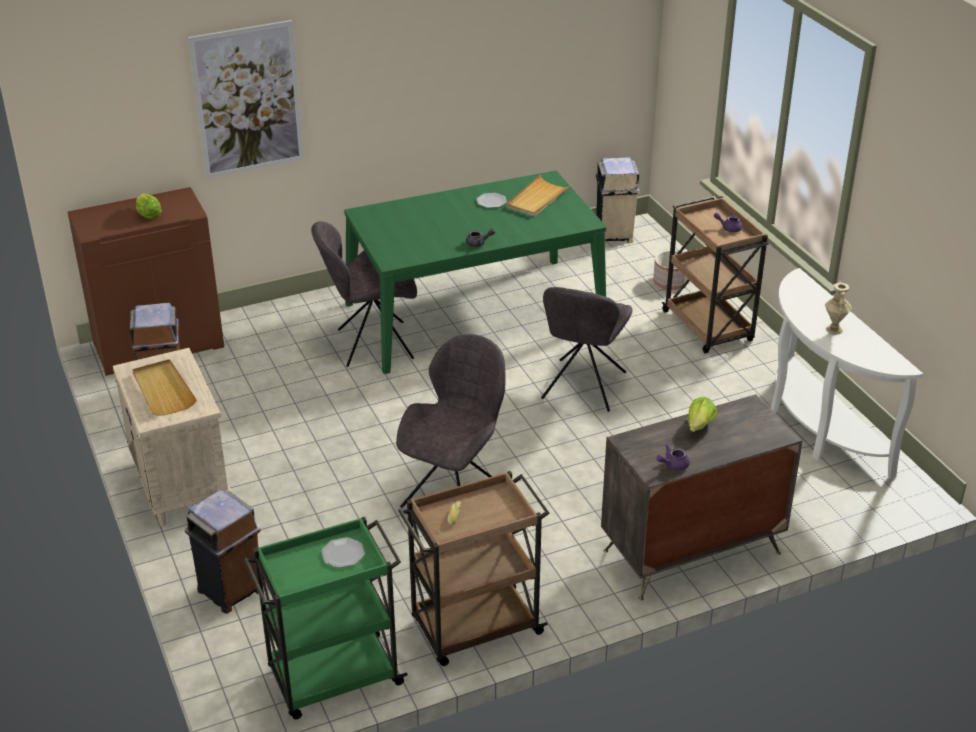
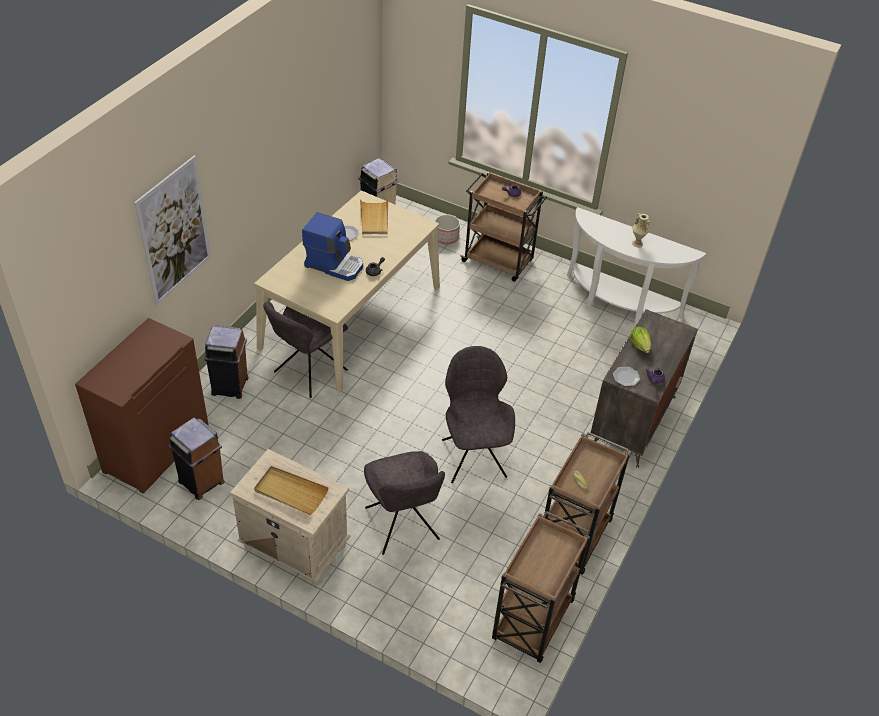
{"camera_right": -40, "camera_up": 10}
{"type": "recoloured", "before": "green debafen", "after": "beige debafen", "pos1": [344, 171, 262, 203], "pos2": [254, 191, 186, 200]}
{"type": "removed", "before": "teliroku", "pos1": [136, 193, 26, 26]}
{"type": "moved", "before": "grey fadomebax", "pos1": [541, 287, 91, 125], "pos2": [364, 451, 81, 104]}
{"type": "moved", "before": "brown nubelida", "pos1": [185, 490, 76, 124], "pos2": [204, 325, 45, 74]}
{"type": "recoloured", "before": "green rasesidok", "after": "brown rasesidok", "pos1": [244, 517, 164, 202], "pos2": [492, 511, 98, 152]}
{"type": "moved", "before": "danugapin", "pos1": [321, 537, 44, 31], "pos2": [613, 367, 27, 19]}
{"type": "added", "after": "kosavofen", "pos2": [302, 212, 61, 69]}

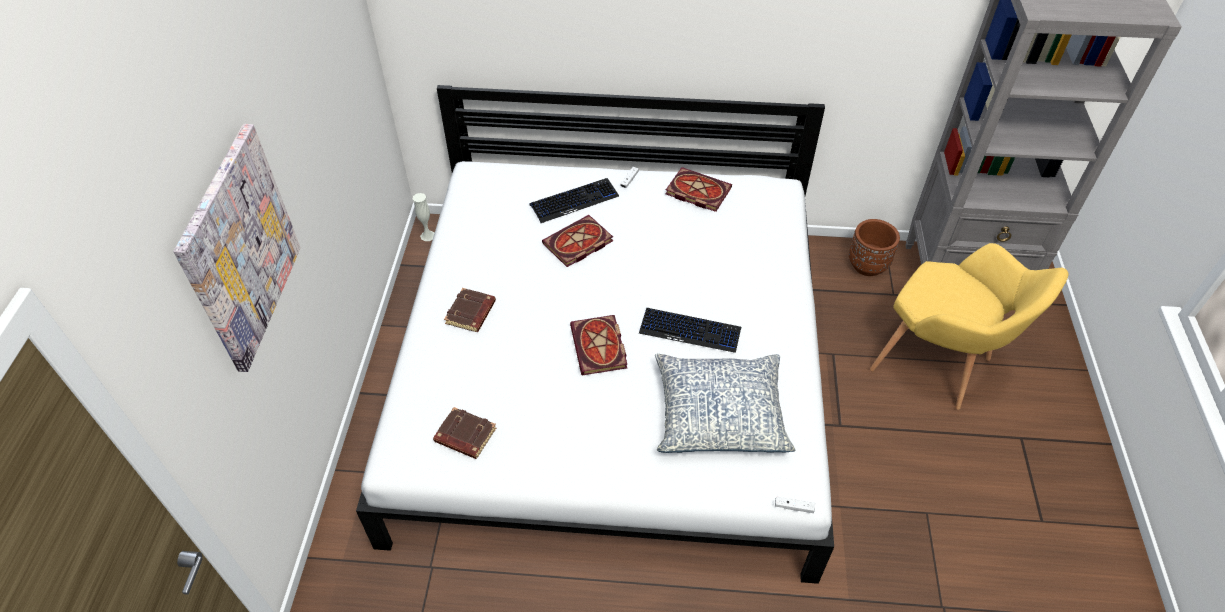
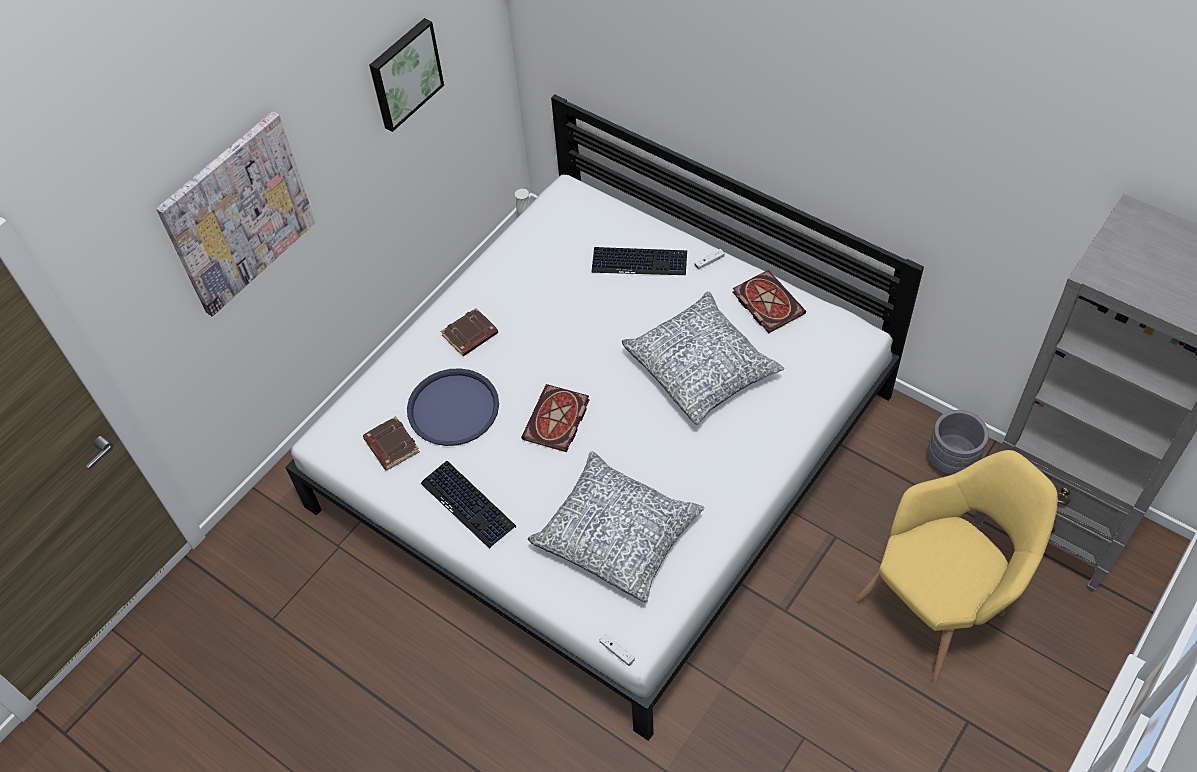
{"camera_right": 35, "camera_up": 5}
{"type": "removed", "before": "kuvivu", "pos1": [542, 215, 71, 52]}
{"type": "recoloured", "before": "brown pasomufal", "after": "grey pasomufal", "pos1": [849, 219, 51, 57], "pos2": [928, 410, 61, 65]}
{"type": "turned", "before": "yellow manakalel", "pos1": [870, 243, 199, 167], "pos2": [855, 450, 203, 234], "turn": -105}
{"type": "moved", "before": "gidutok", "pos1": [639, 308, 102, 45], "pos2": [420, 461, 96, 88]}
{"type": "added", "after": "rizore", "pos2": [369, 18, 75, 114]}
{"type": "added", "after": "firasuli", "pos2": [622, 291, 162, 134]}
{"type": "added", "after": "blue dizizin", "pos2": [407, 368, 92, 78]}

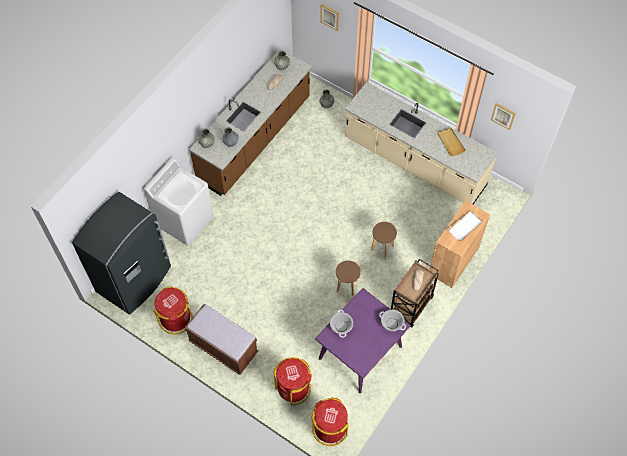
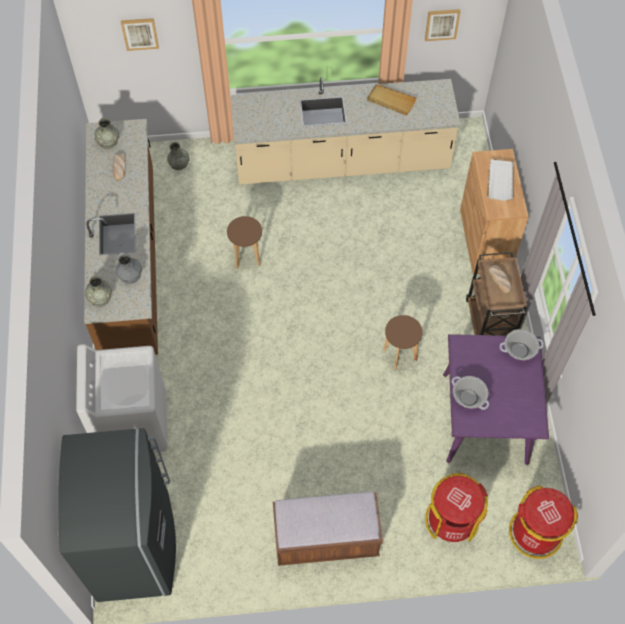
{"camera_right": -40, "camera_up": 0}
{"type": "moved", "before": "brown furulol", "pos1": [371, 222, 26, 36], "pos2": [227, 216, 35, 53]}
{"type": "removed", "before": "red nubelida", "pos1": [154, 286, 39, 49]}

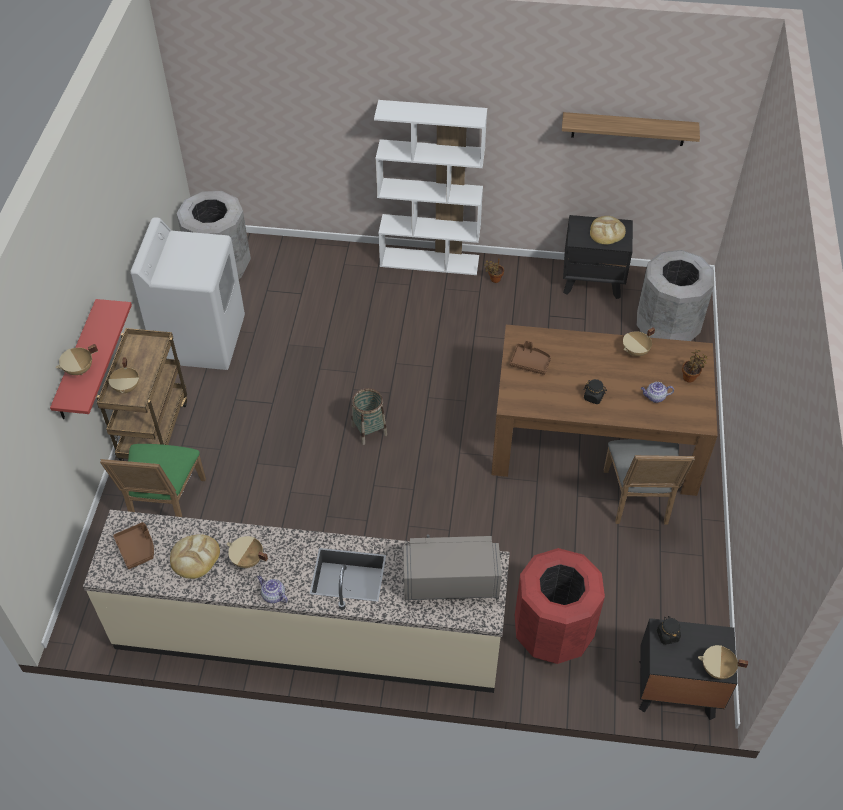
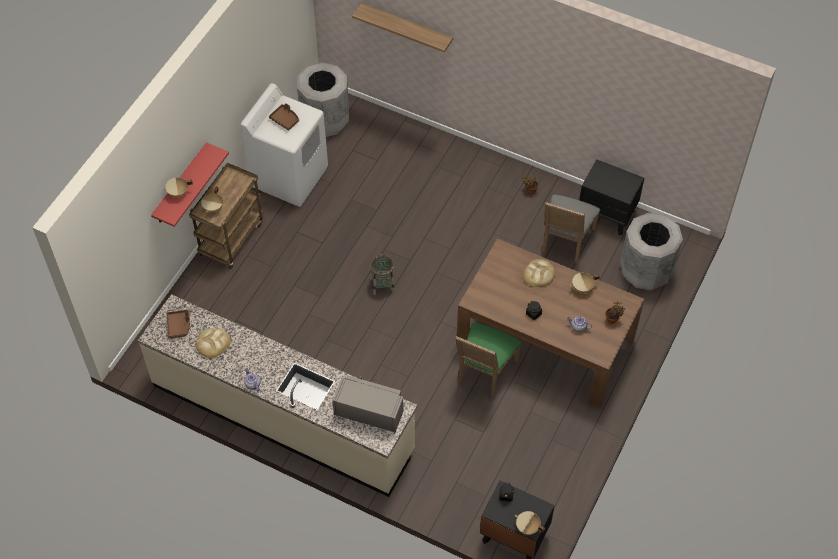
{"camera_right": 20, "camera_up": 5}
{"type": "removed", "before": "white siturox", "pos1": [374, 100, 113, 175]}
{"type": "moved", "before": "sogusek", "pos1": [562, 112, 138, 34], "pos2": [352, 3, 101, 49]}
{"type": "moved", "before": "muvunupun", "pos1": [590, 216, 36, 28], "pos2": [523, 259, 32, 28]}
{"type": "moved", "before": "brown dizizin", "pos1": [510, 340, 41, 35], "pos2": [269, 103, 30, 28]}
{"type": "moved", "before": "grey fadomebax", "pos1": [604, 439, 91, 86], "pos2": [542, 195, 58, 68]}
{"type": "moved", "before": "green fadomebax", "pos1": [100, 444, 106, 73], "pos2": [455, 322, 66, 75]}
{"type": "removed", "before": "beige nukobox", "pos1": [227, 536, 41, 32]}
{"type": "removed", "before": "red nubelida", "pos1": [515, 548, 90, 116]}

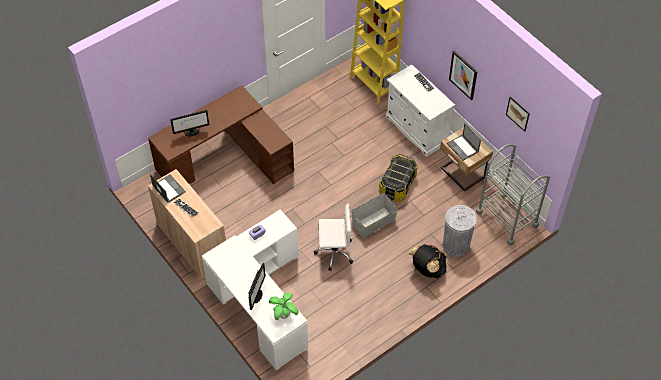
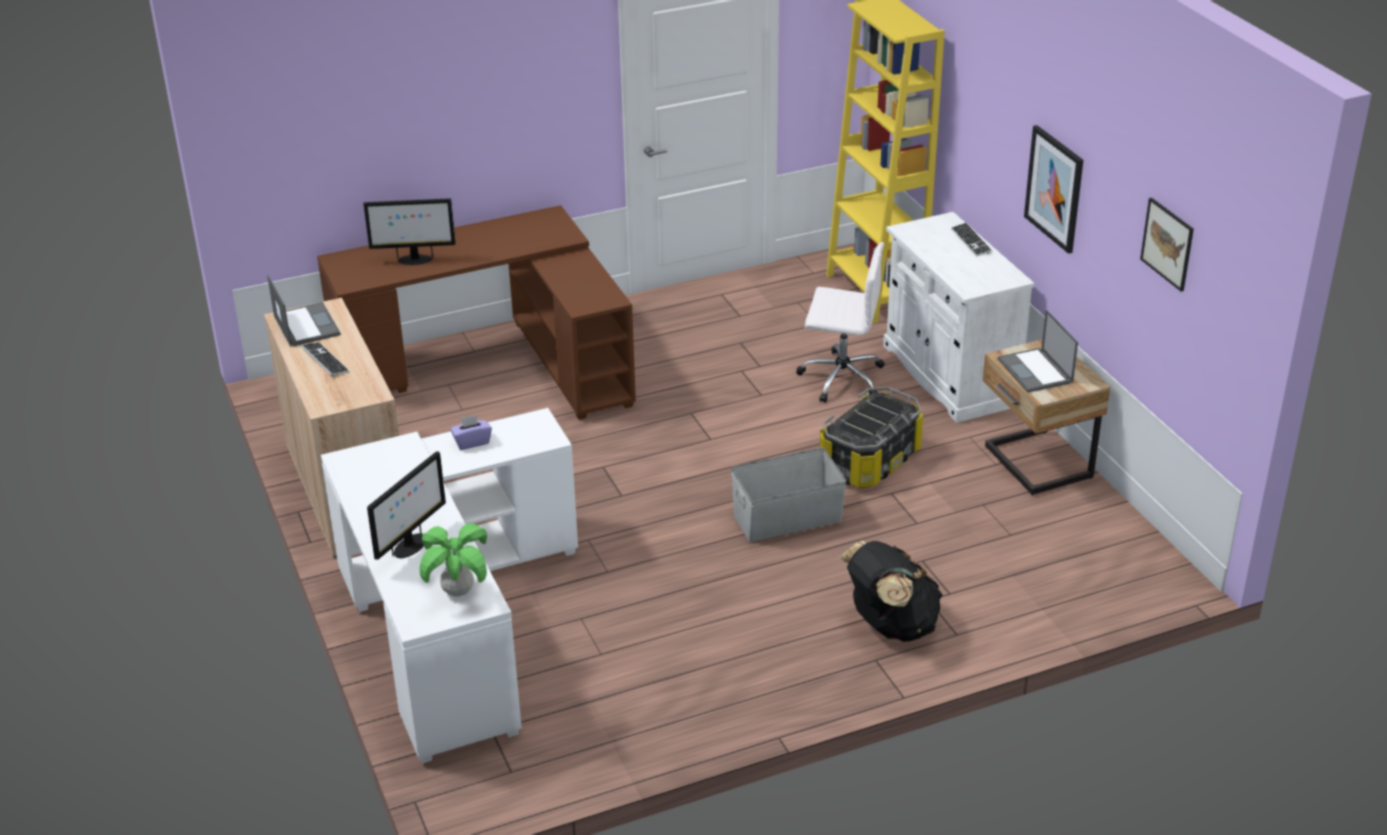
{"camera_right": 15, "camera_up": -20}
{"type": "removed", "before": "grey rasesidok", "pos1": [476, 144, 74, 101]}
{"type": "moved", "before": "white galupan", "pos1": [314, 203, 39, 68], "pos2": [796, 242, 88, 161]}
{"type": "removed", "before": "grey nubelida", "pos1": [443, 205, 34, 52]}

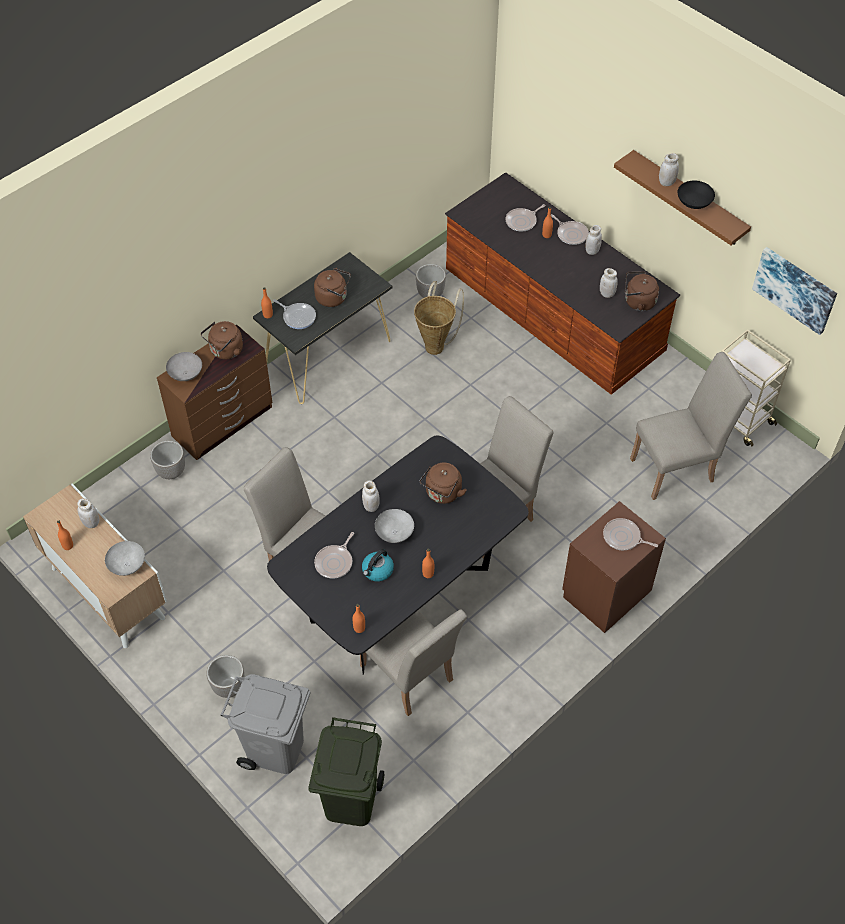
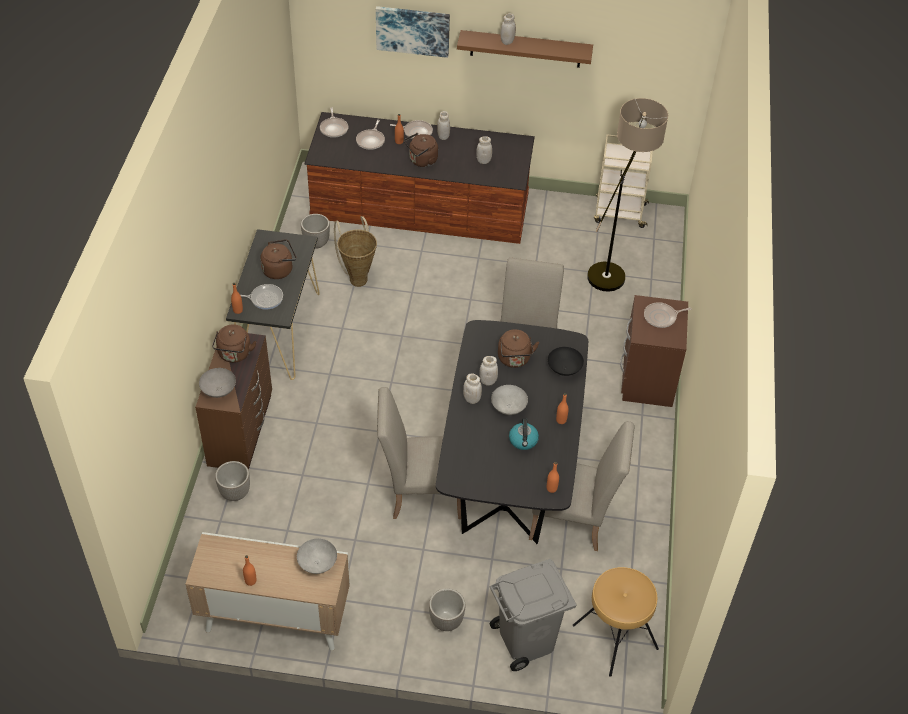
{"camera_right": -40, "camera_up": -5}
{"type": "moved", "before": "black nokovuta", "pos1": [678, 181, 37, 28], "pos2": [548, 347, 36, 29]}
{"type": "moved", "before": "rizore", "pos1": [752, 247, 85, 88], "pos2": [376, 6, 74, 52]}
{"type": "moved", "before": "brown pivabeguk", "pos1": [625, 271, 34, 40], "pos2": [404, 133, 34, 34]}
{"type": "replaced", "before": "beige fadomebax", "after": "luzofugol", "pos1": [630, 352, 122, 148], "pos2": [587, 98, 81, 194]}
{"type": "moved", "before": "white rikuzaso", "pos1": [77, 498, 22, 30], "pos2": [480, 356, 18, 29]}
{"type": "moved", "before": "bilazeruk", "pos1": [314, 532, 40, 47], "pos2": [320, 107, 28, 31]}
{"type": "replaced", "before": "green nubelida", "after": "brown furulol", "pos1": [308, 717, 76, 109], "pos2": [573, 567, 86, 110]}

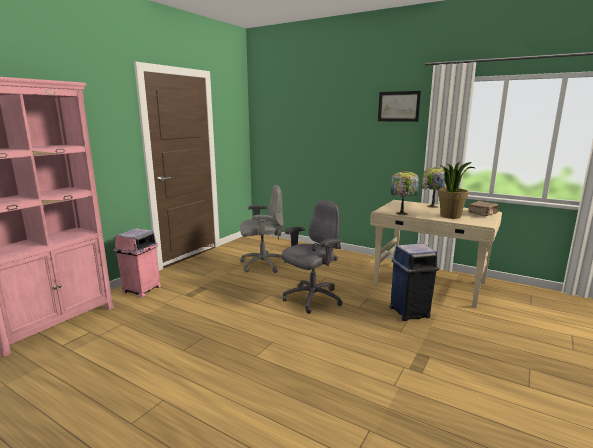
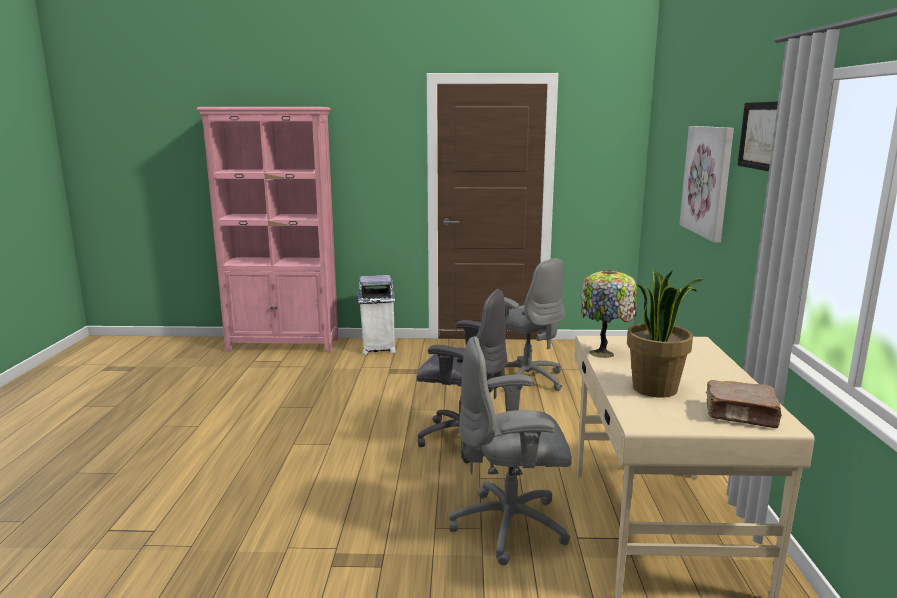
{"camera_right": 60, "camera_up": 0}
{"type": "removed", "before": "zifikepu", "pos1": [421, 167, 26, 41]}
{"type": "recoloured", "before": "pink nubelida", "after": "white nubelida", "pos1": [114, 228, 47, 69], "pos2": [358, 275, 38, 80]}
{"type": "replaced", "before": "blue nubelida", "after": "grey galupan", "pos1": [390, 244, 49, 77], "pos2": [449, 336, 123, 230]}
{"type": "added", "after": "rizore", "pos2": [679, 126, 55, 117]}

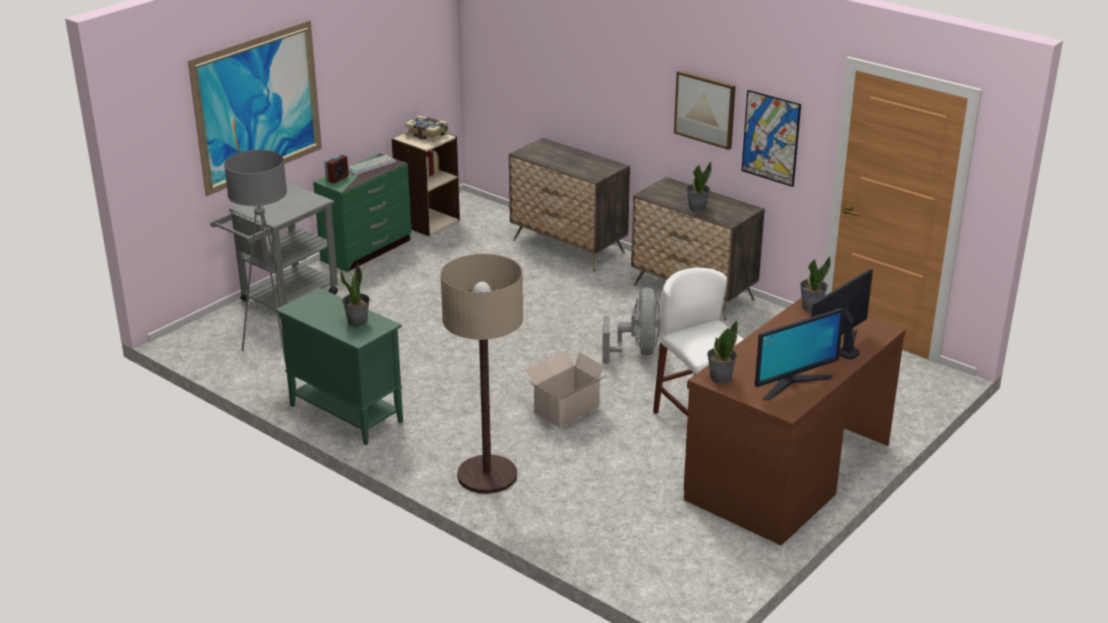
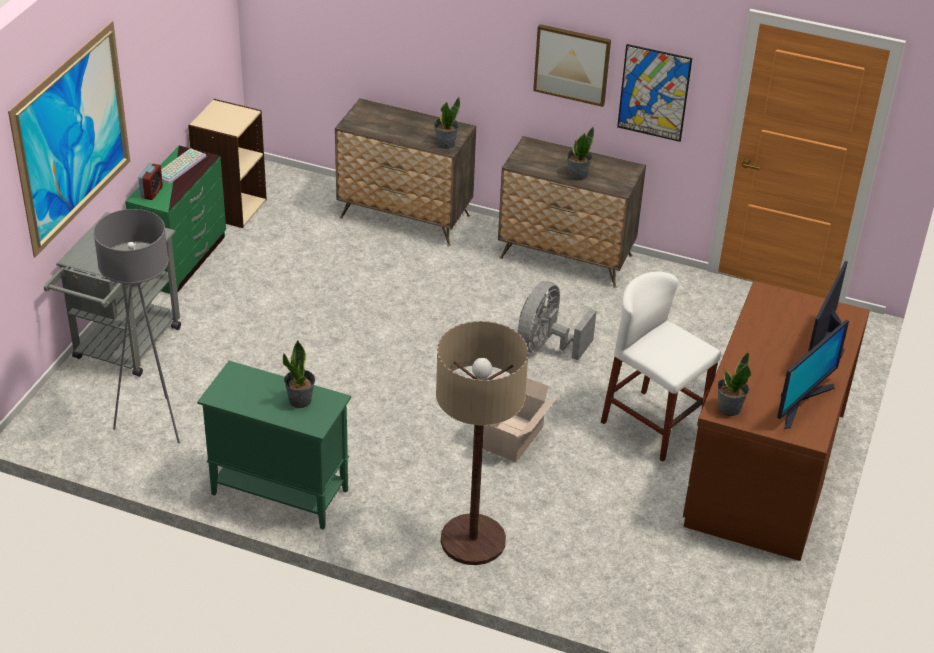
{"camera_right": -20, "camera_up": 10}
{"type": "removed", "before": "kuvivu", "pos1": [405, 116, 44, 26]}
{"type": "moved", "before": "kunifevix", "pos1": [800, 256, 31, 56], "pos2": [434, 97, 26, 52]}
{"type": "turned", "before": "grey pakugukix", "pos1": [602, 288, 59, 76], "pos2": [517, 281, 79, 79], "turn": -135}

